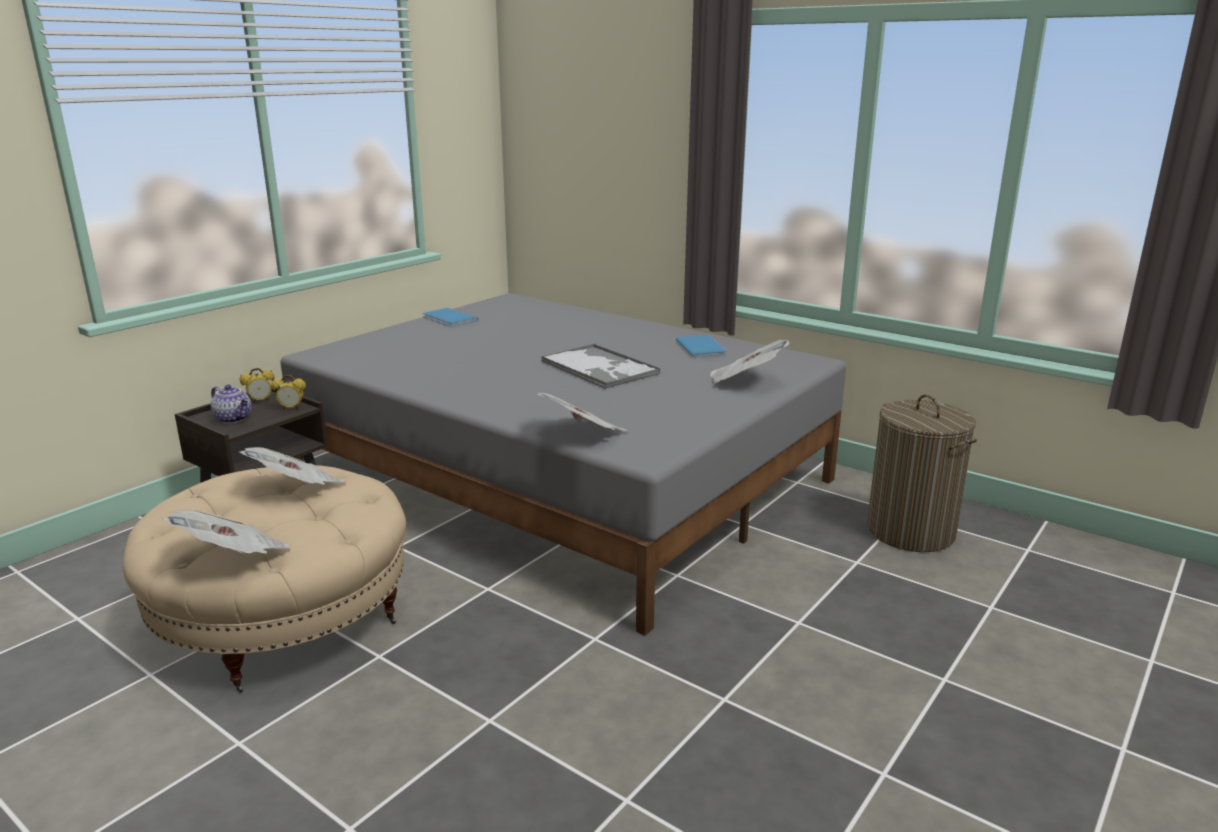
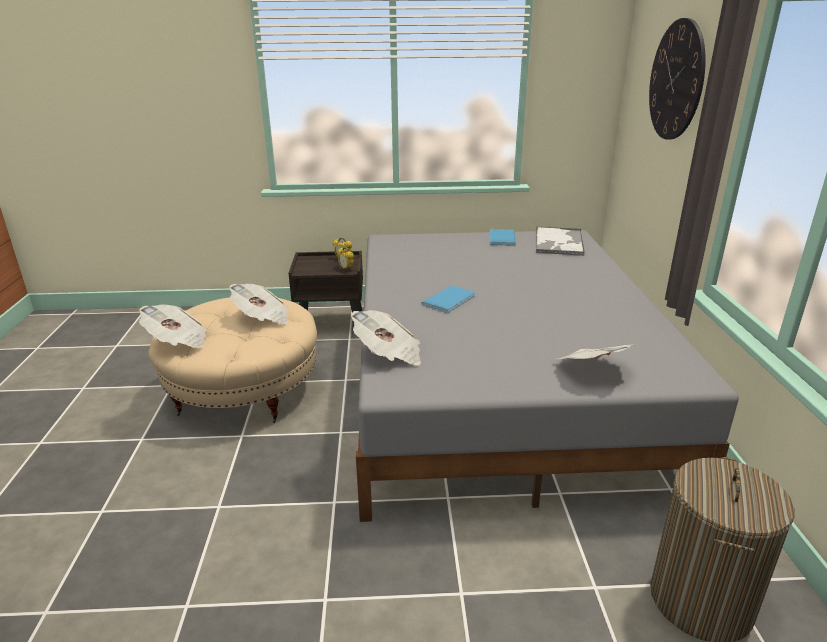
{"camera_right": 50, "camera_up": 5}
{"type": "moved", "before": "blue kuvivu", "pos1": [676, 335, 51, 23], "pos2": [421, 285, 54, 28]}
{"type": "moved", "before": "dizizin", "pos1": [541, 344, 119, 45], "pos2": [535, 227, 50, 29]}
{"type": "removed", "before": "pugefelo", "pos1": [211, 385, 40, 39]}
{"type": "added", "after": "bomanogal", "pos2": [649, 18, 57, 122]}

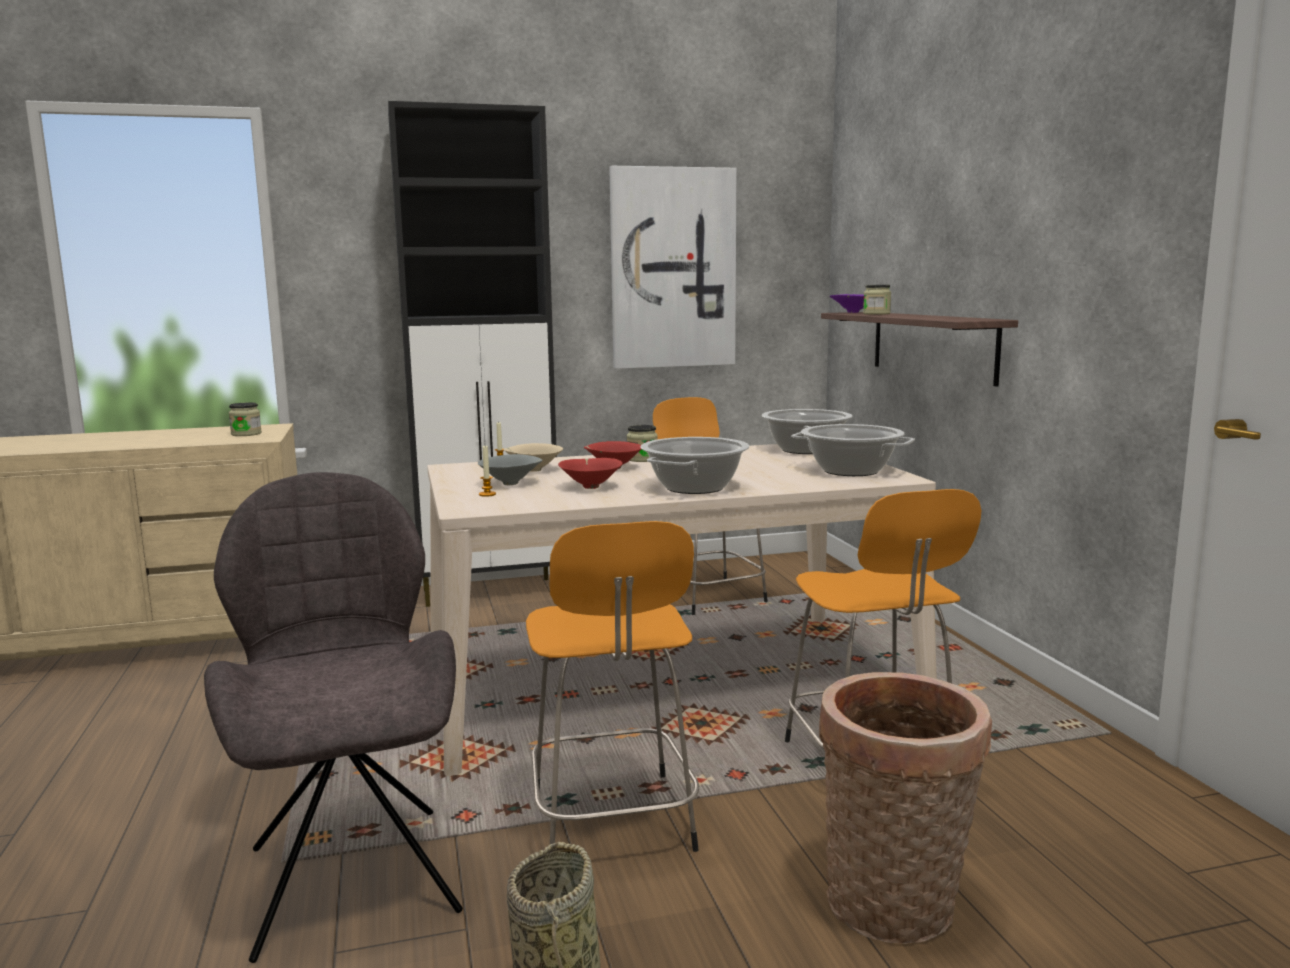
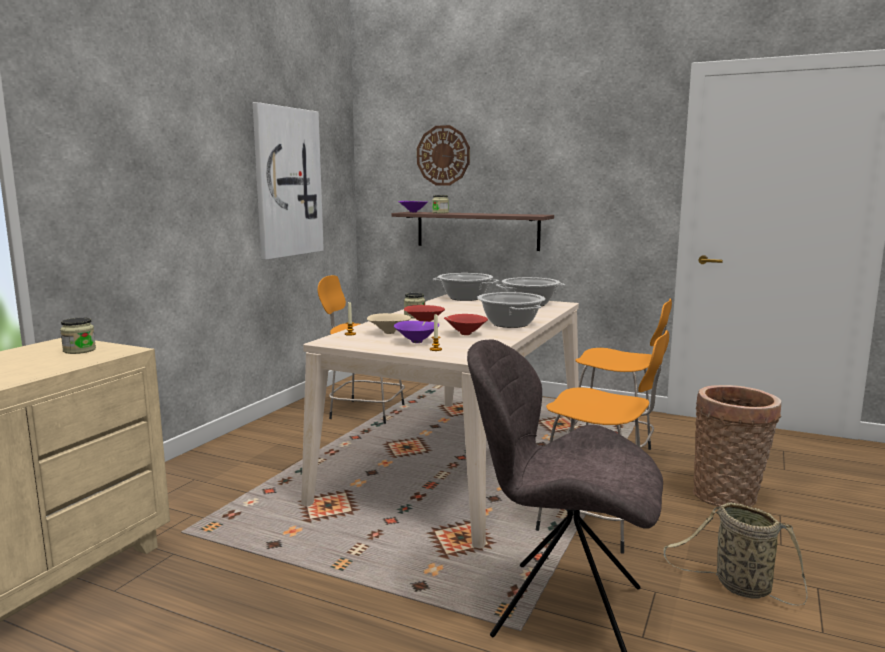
{"camera_right": -50, "camera_up": 0}
{"type": "removed", "before": "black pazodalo", "pos1": [388, 101, 169, 506]}
{"type": "recoloured", "before": "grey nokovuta", "after": "purple nokovuta", "pos1": [478, 454, 65, 31], "pos2": [394, 321, 45, 22]}
{"type": "added", "after": "bomanogal", "pos2": [417, 125, 53, 60]}

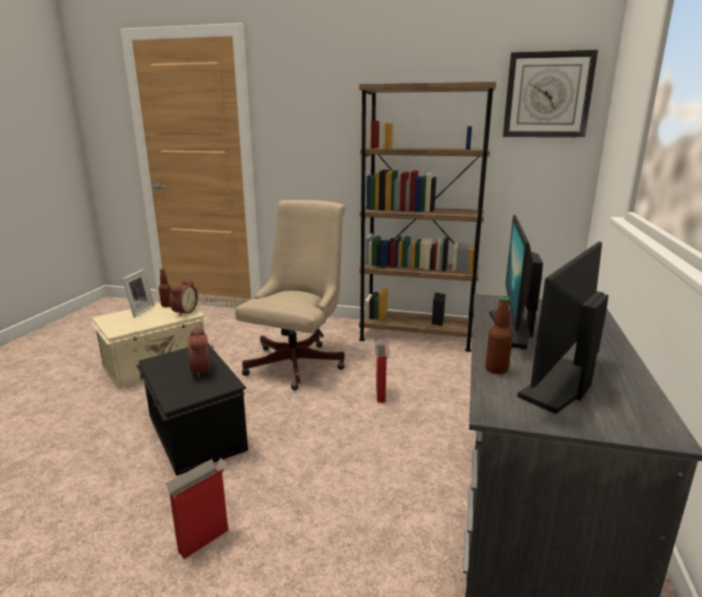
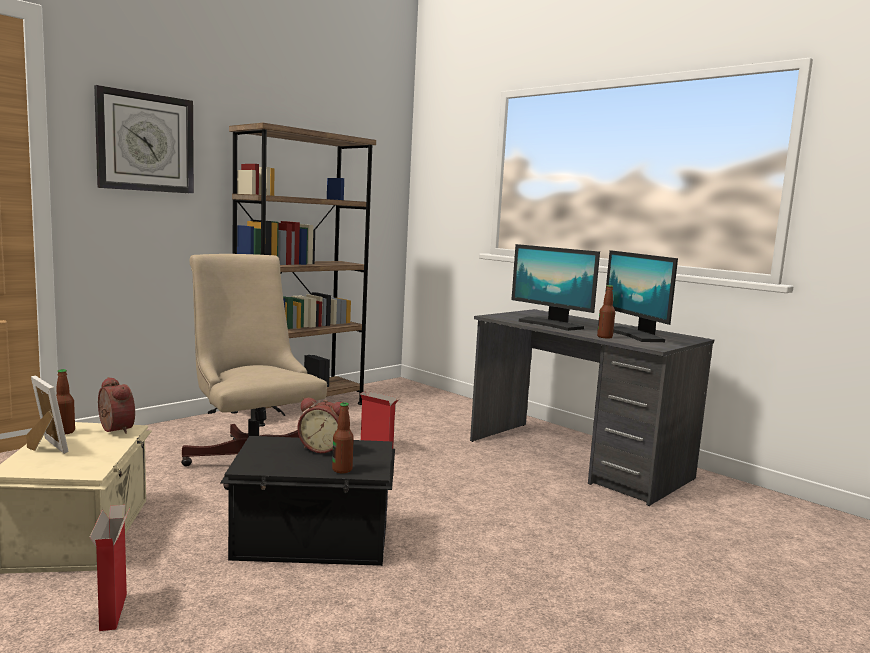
{"camera_right": -60, "camera_up": -10}
{"type": "moved", "before": "bomanogal", "pos1": [503, 50, 95, 87], "pos2": [94, 85, 100, 109]}
{"type": "moved", "before": "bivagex", "pos1": [166, 458, 62, 101], "pos2": [89, 505, 41, 126]}
{"type": "added", "after": "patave", "pos2": [332, 402, 22, 71]}

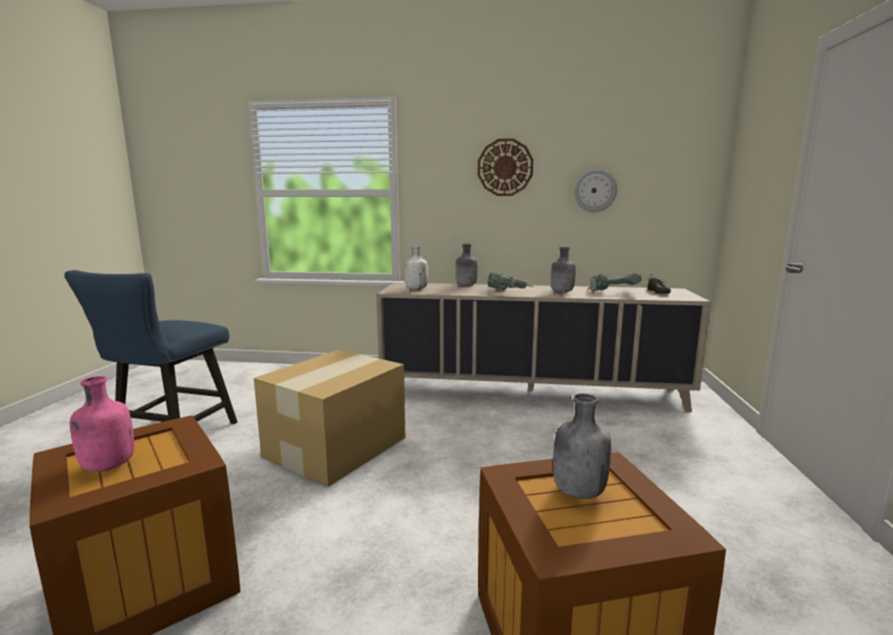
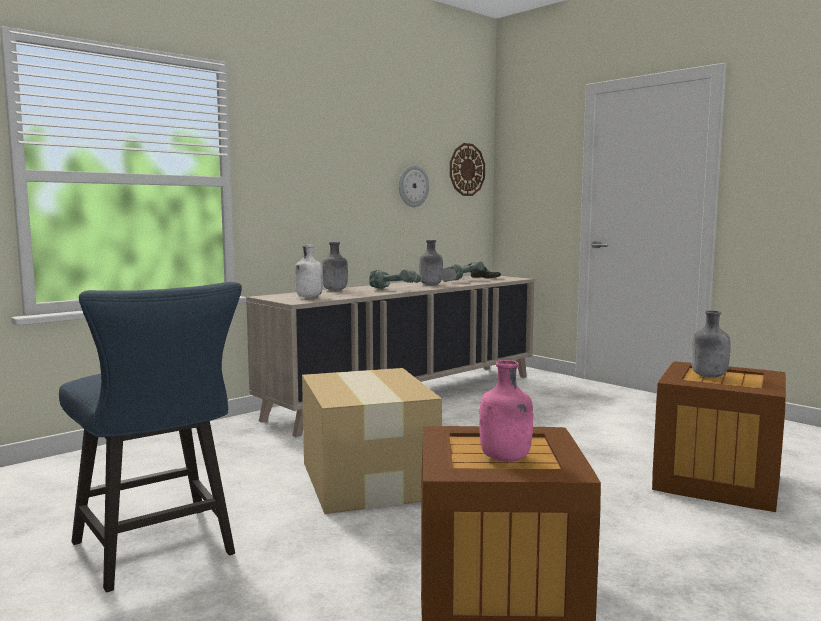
{"camera_right": -50, "camera_up": -5}
{"type": "moved", "before": "bomanogal", "pos1": [478, 138, 55, 58], "pos2": [450, 143, 35, 53]}

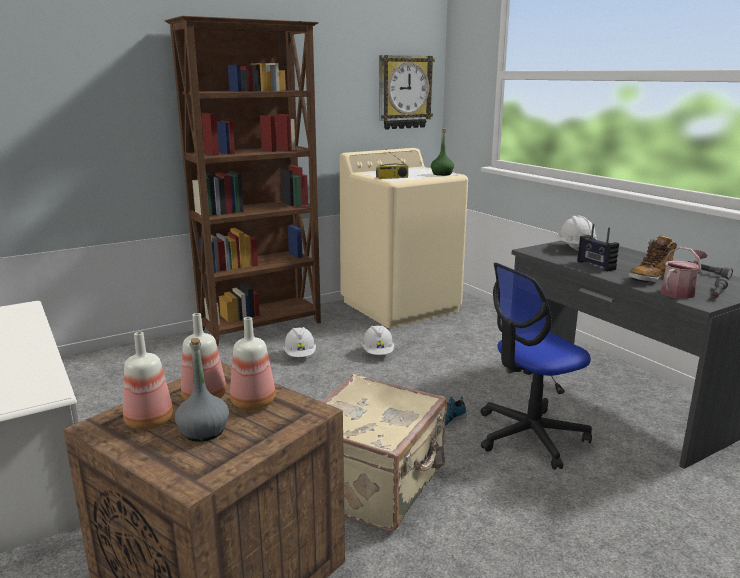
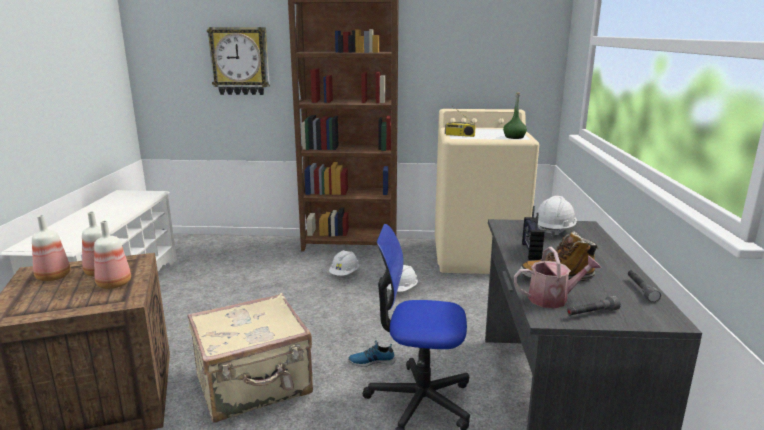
{"camera_right": 35, "camera_up": 0}
{"type": "moved", "before": "bomanogal", "pos1": [379, 55, 56, 75], "pos2": [207, 27, 63, 68]}
{"type": "removed", "before": "grey patave", "pos1": [175, 338, 54, 104]}

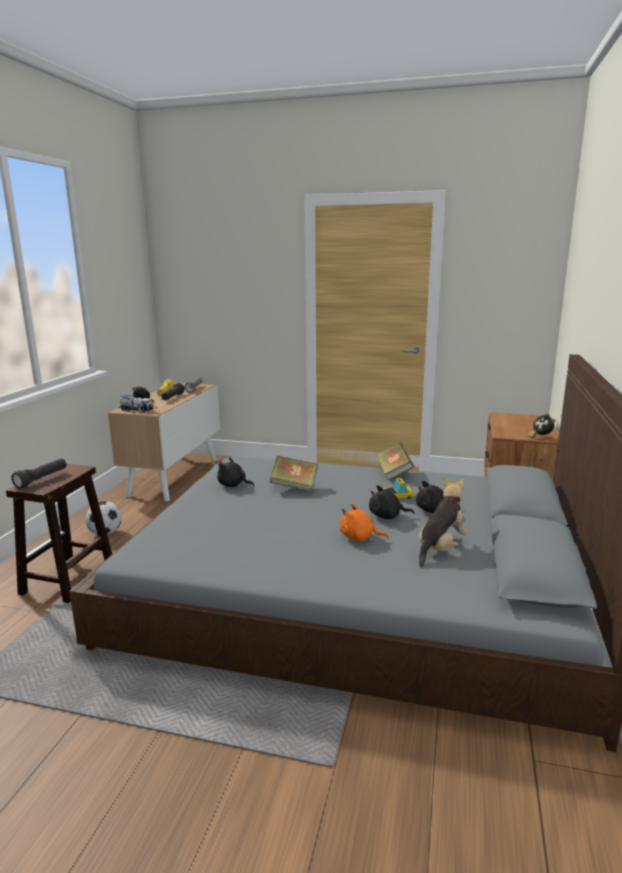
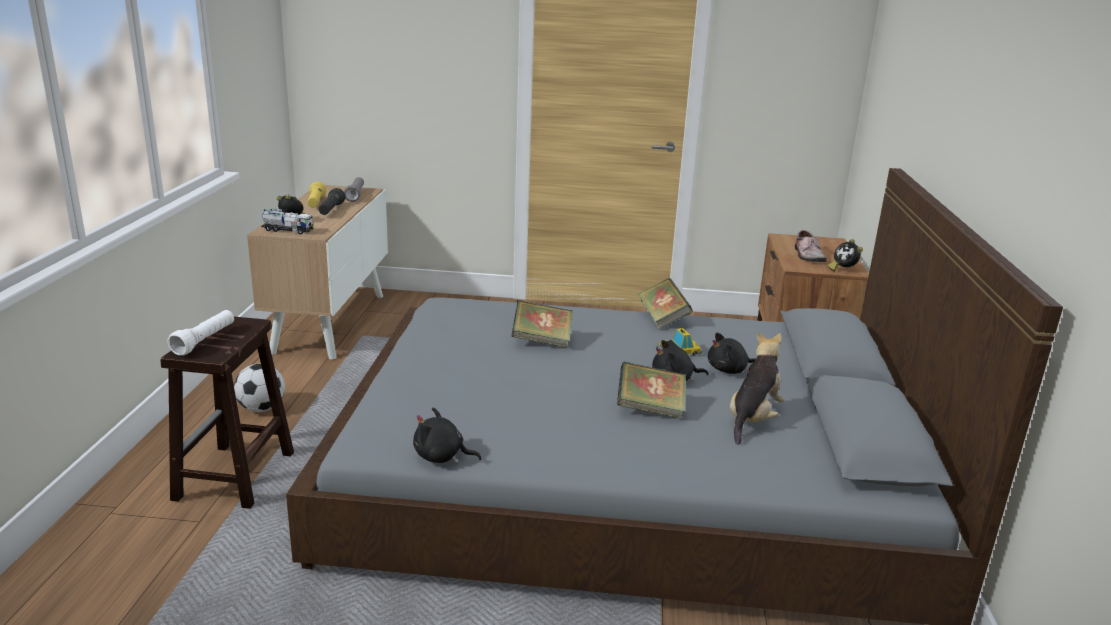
{"camera_right": -10, "camera_up": 5}
{"type": "moved", "before": "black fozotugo", "pos1": [217, 457, 38, 31], "pos2": [413, 407, 69, 56]}
{"type": "recoloured", "before": "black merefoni", "after": "white merefoni", "pos1": [11, 458, 56, 31], "pos2": [168, 310, 66, 46]}
{"type": "replaced", "before": "orange fozotugo", "after": "kuvivu", "pos1": [340, 503, 49, 38], "pos2": [617, 362, 69, 57]}
{"type": "added", "after": "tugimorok", "pos2": [795, 230, 32, 32]}

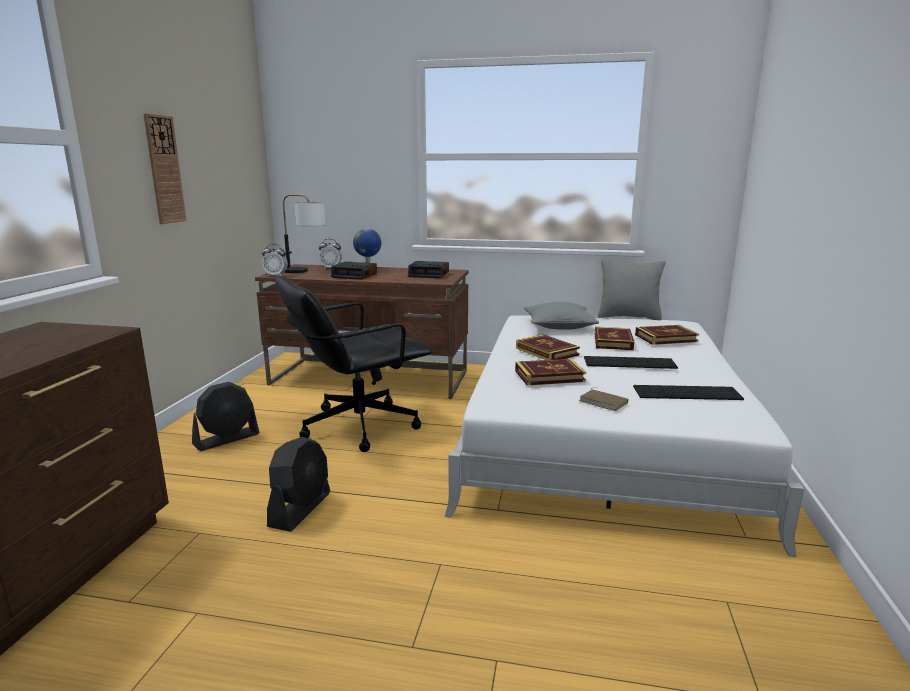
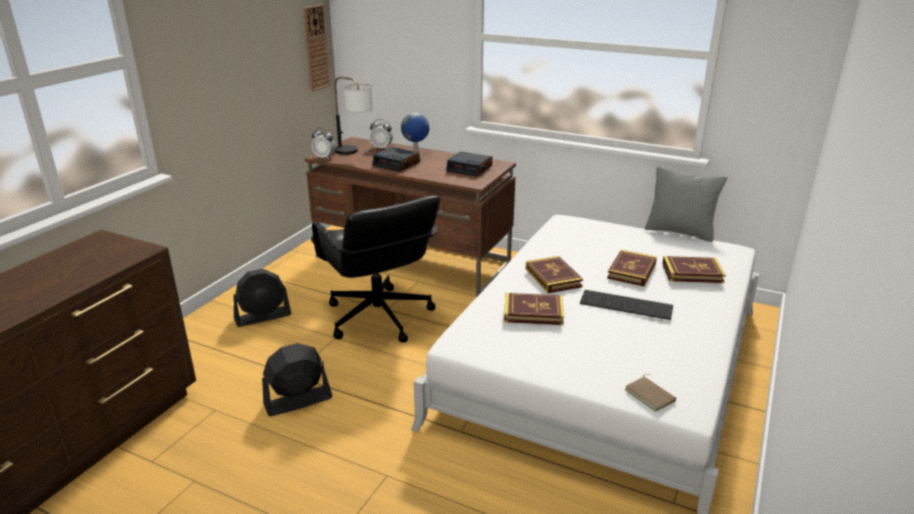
{"camera_right": 15, "camera_up": 10}
{"type": "moved", "before": "bomanogal", "pos1": [143, 113, 44, 111], "pos2": [303, 4, 27, 88]}
{"type": "turned", "before": "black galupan", "pos1": [275, 276, 157, 176], "pos2": [311, 196, 129, 146], "turn": -105}
{"type": "removed", "before": "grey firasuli", "pos1": [524, 302, 75, 28]}
{"type": "removed", "before": "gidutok", "pos1": [633, 385, 111, 15]}
{"type": "moved", "before": "brown kuvivu", "pos1": [579, 387, 50, 24], "pos2": [625, 374, 51, 38]}
{"type": "turned", "before": "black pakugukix", "pos1": [267, 437, 63, 95], "pos2": [262, 343, 71, 73], "turn": -150}

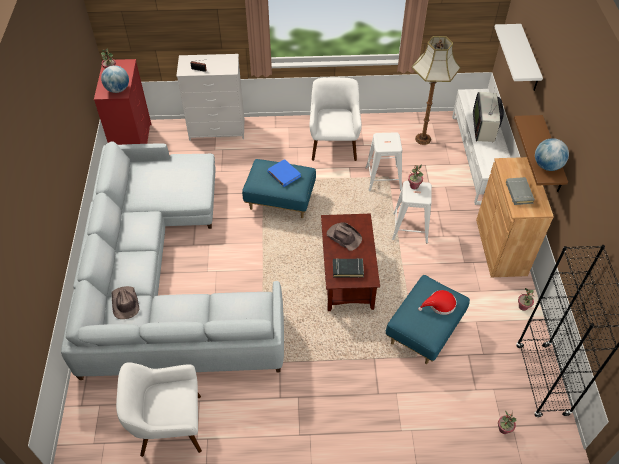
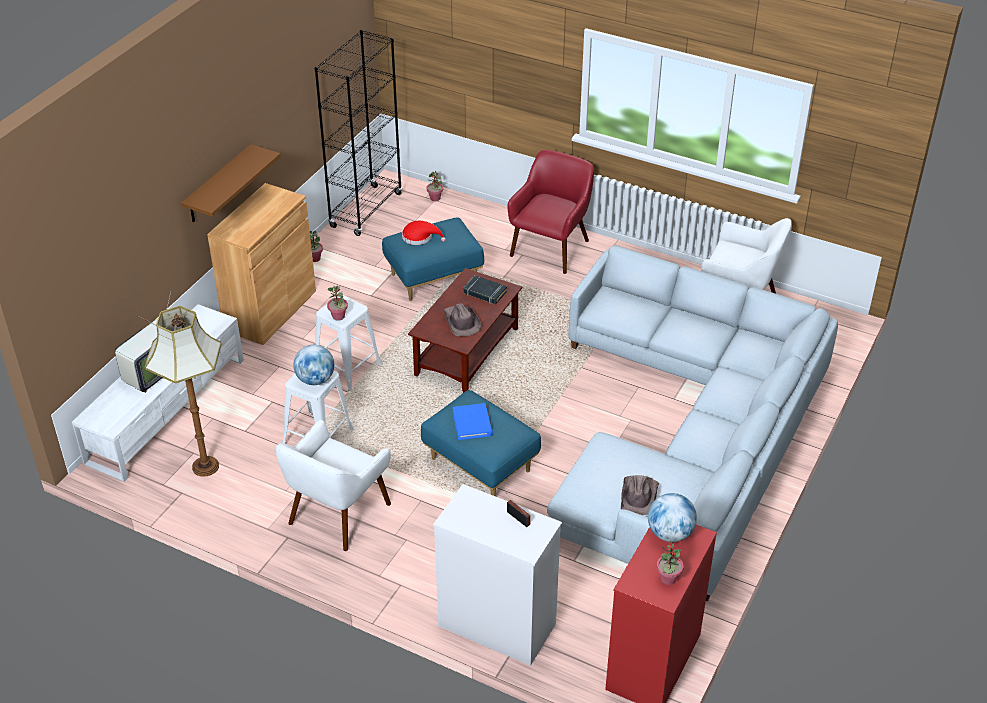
{"camera_right": -150, "camera_up": -10}
{"type": "removed", "before": "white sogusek", "pos1": [495, 24, 48, 67]}
{"type": "moved", "before": "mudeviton", "pos1": [535, 138, 34, 33], "pos2": [293, 345, 41, 40]}
{"type": "removed", "before": "grey kuvivu", "pos1": [506, 177, 29, 28]}
{"type": "moved", "before": "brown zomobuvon", "pos1": [112, 286, 27, 33], "pos2": [621, 475, 38, 40]}
{"type": "added", "after": "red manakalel", "pos2": [507, 150, 87, 124]}

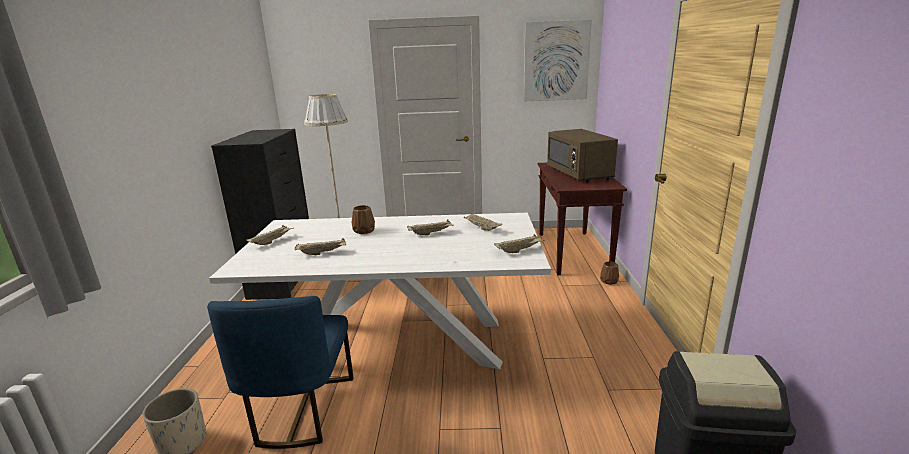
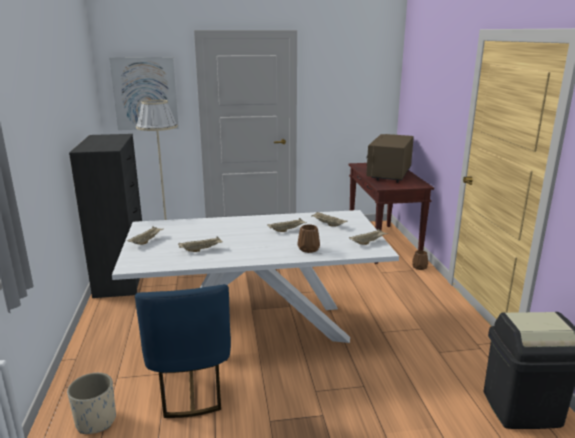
{"camera_right": -10, "camera_up": 0}
{"type": "moved", "before": "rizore", "pos1": [524, 20, 68, 81], "pos2": [109, 57, 70, 73]}
{"type": "turned", "before": "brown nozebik", "pos1": [547, 129, 71, 53], "pos2": [366, 134, 48, 49], "turn": 45}
{"type": "moved", "before": "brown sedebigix", "pos1": [352, 205, 23, 29], "pos2": [297, 225, 23, 28]}

